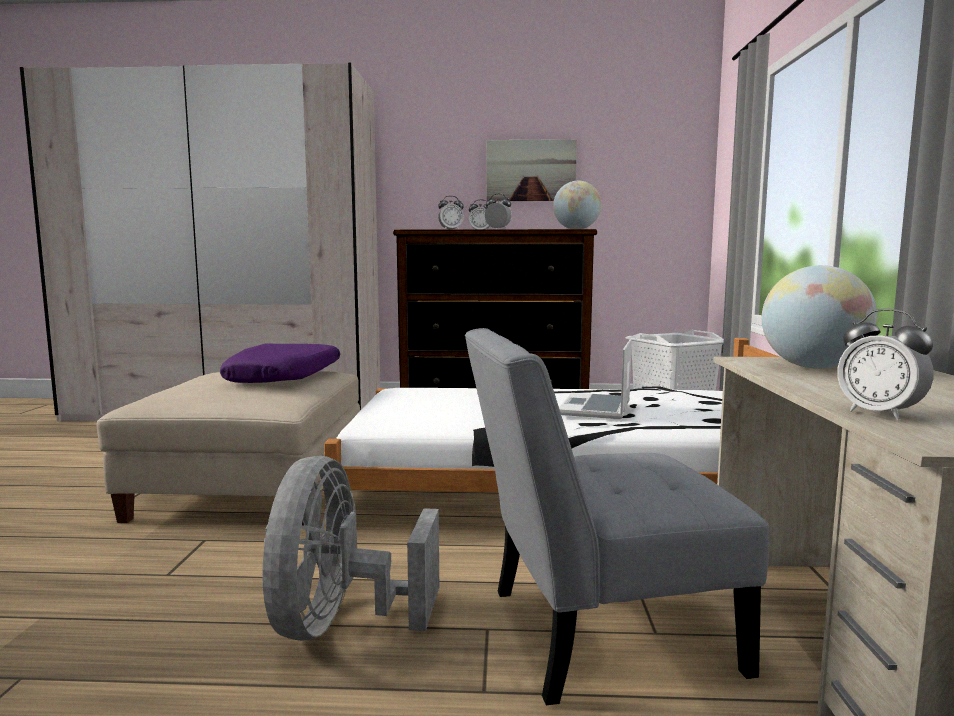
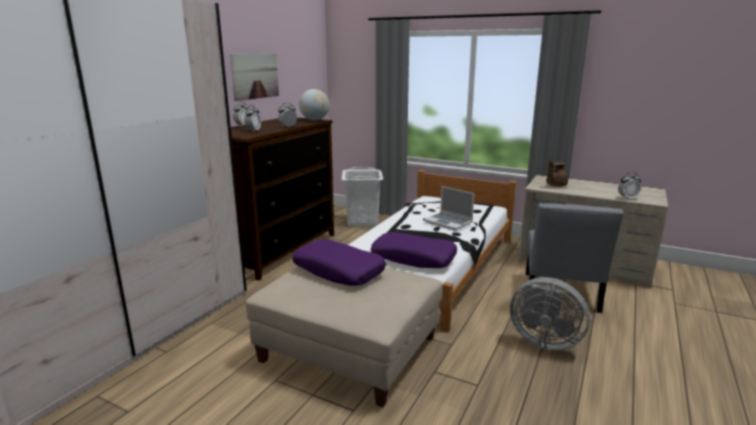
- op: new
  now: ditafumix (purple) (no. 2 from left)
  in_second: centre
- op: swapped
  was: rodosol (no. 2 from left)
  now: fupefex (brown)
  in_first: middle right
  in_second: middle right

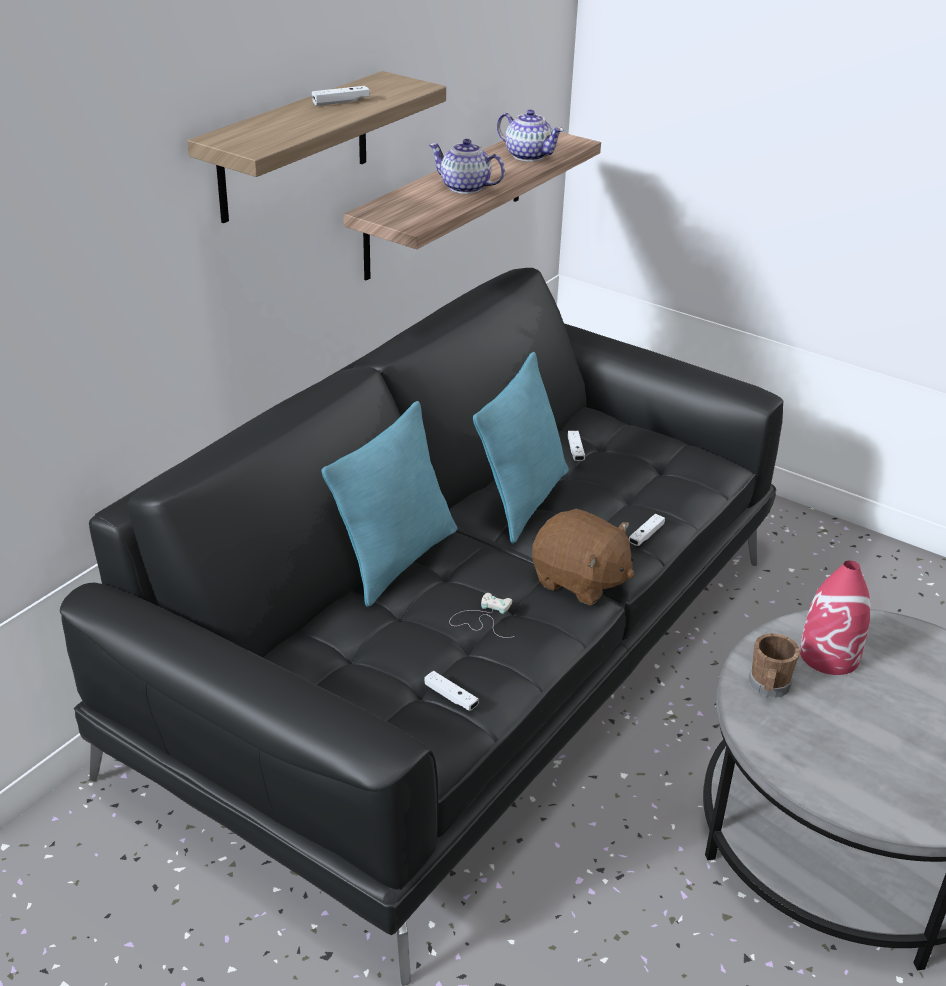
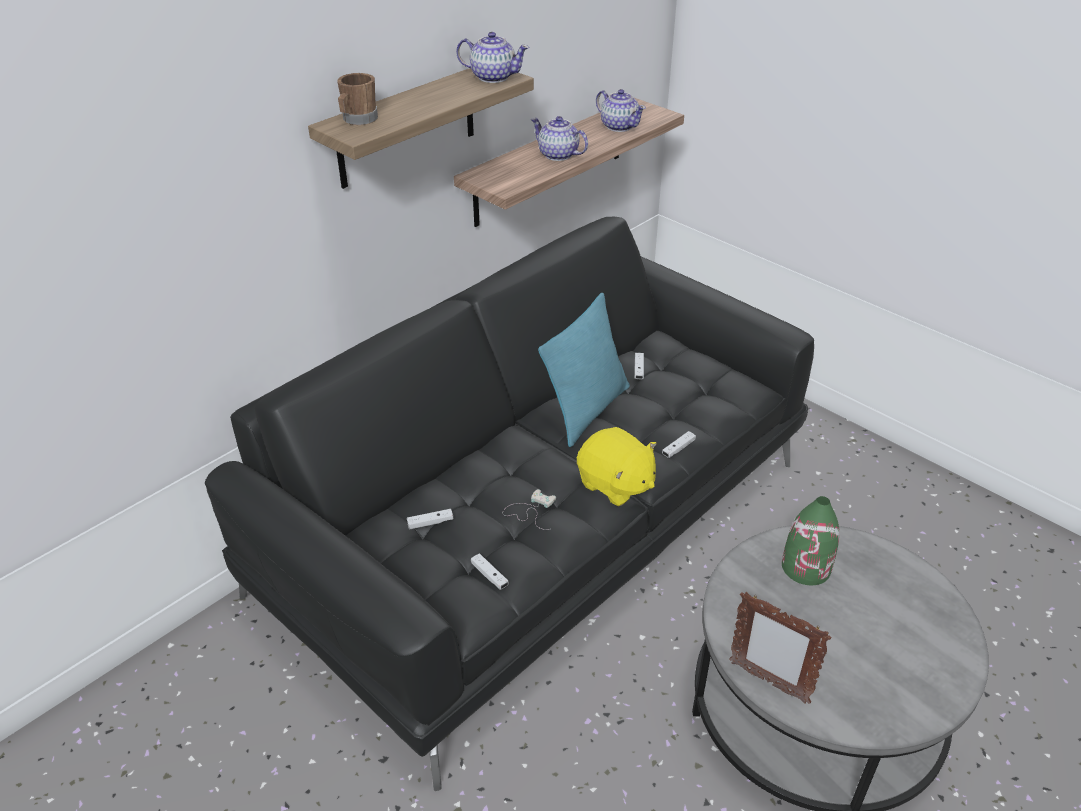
- op: gone
  was: ditafumix (turquoise) (no. 1 from left)
  in_first: centre
- op: new
  now: fupefex (no. 1 from left)
  in_second: top centre
- op: new
  now: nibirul
  in_second: bottom right
- op: shifted
  was: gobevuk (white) (no. 1 from left)
  in_first: top centre
  in_second: centre
- op: shifted
  was: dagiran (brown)
  in_first: bottom right
  in_second: top left
- op: repainted
  was: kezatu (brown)
  now: kezatu (yellow)
  in_first: centre
  in_second: centre
- op: repainted
  was: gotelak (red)
  now: gotelak (green)
  in_first: middle right
  in_second: middle right

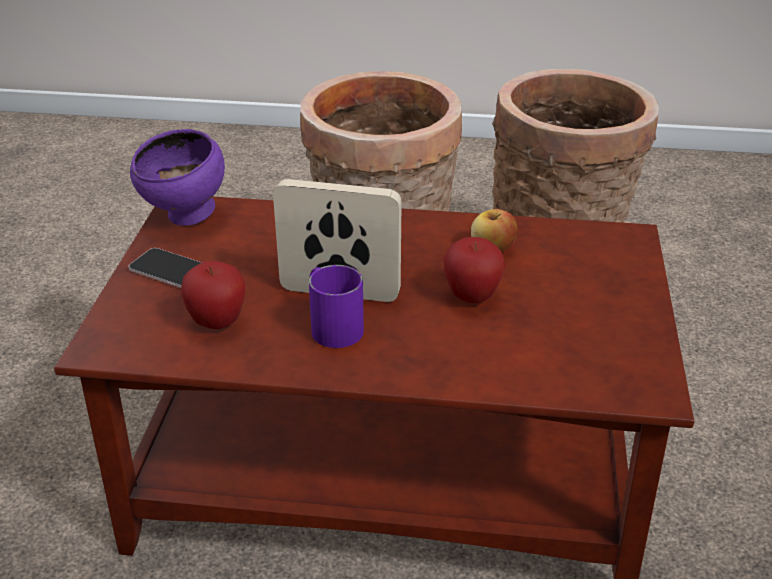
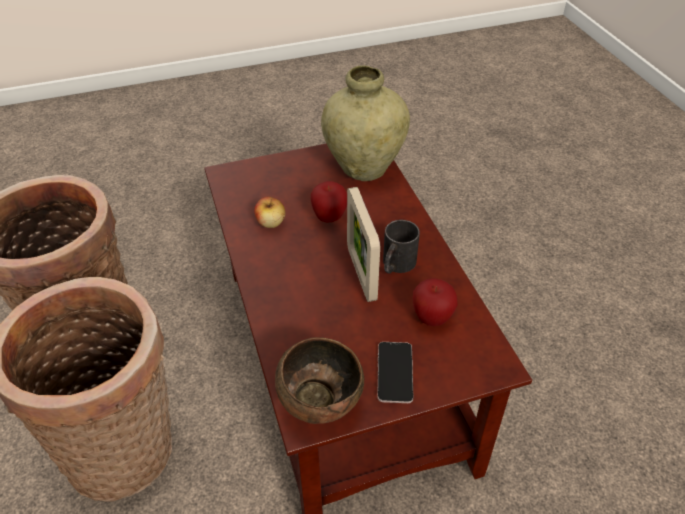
- op: new
  now: gotelak (beige)
  in_second: top centre
- op: repainted
  was: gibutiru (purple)
  now: gibutiru (brown)
  in_first: top left
  in_second: bottom centre
- op: repainted
  was: dagiran (purple)
  now: dagiran (black)
  in_first: centre
  in_second: centre

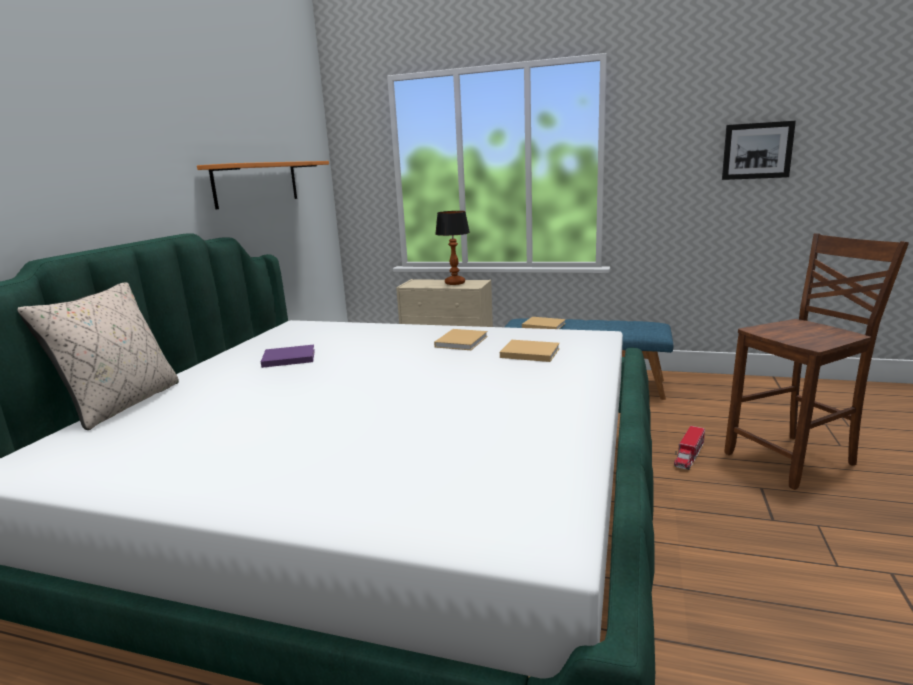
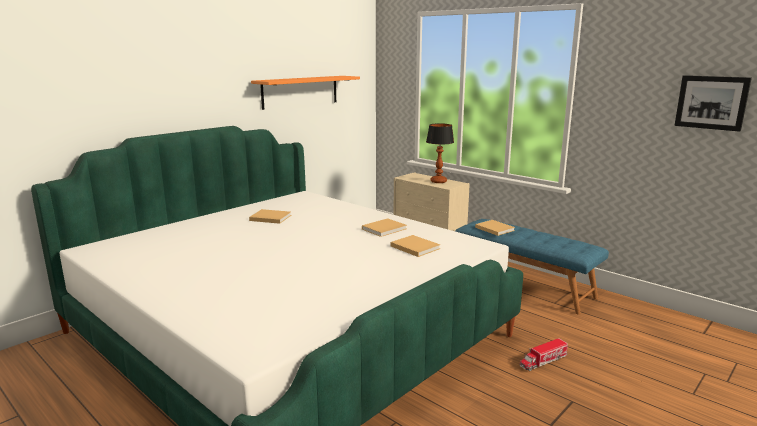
- op: gone
  was: ditafumix (beige)
  in_first: middle left
- op: gone
  was: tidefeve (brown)
  in_first: middle right
- op: repainted
  was: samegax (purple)
  now: samegax (beige) (no. 1 from left)
  in_first: middle left
  in_second: centre

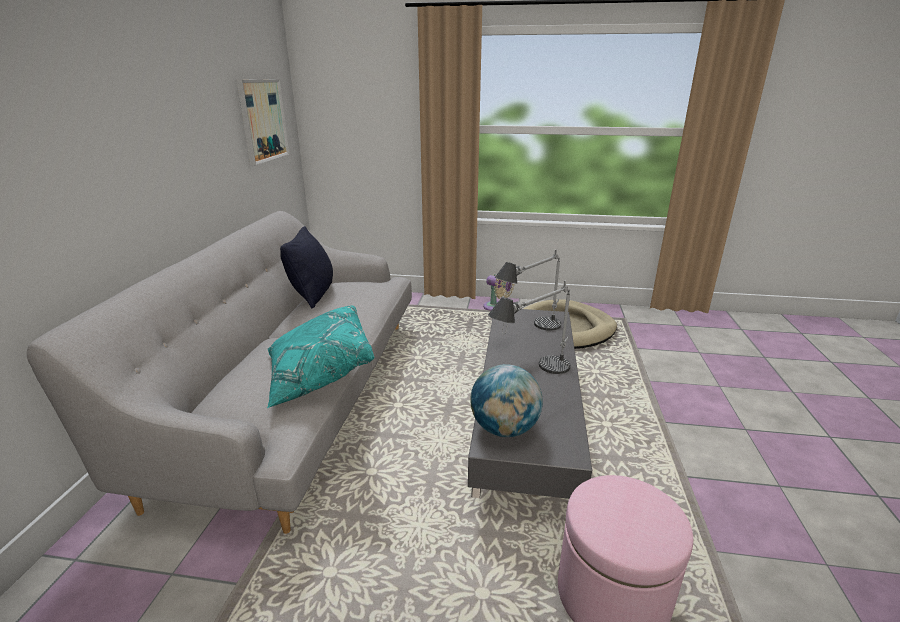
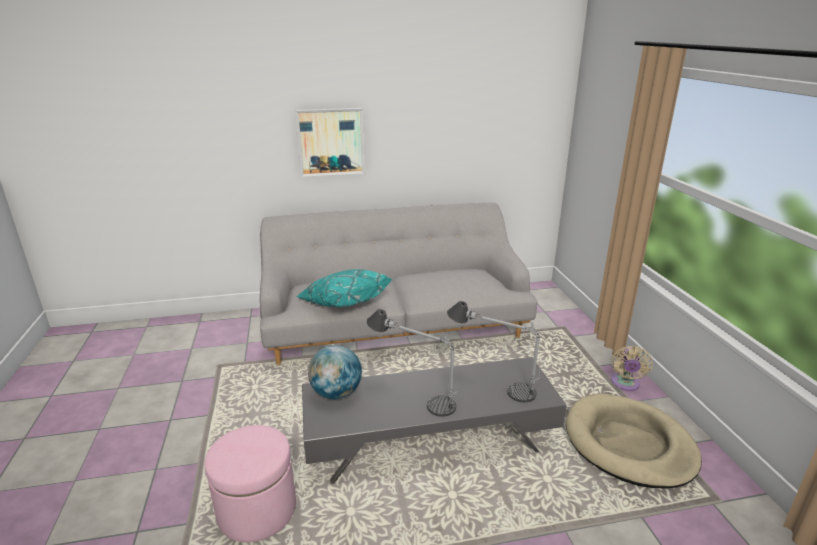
- op: gone
  was: ditafumix (black)
  in_first: centre
- op: shifted
  was: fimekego
  in_first: top left
  in_second: top centre

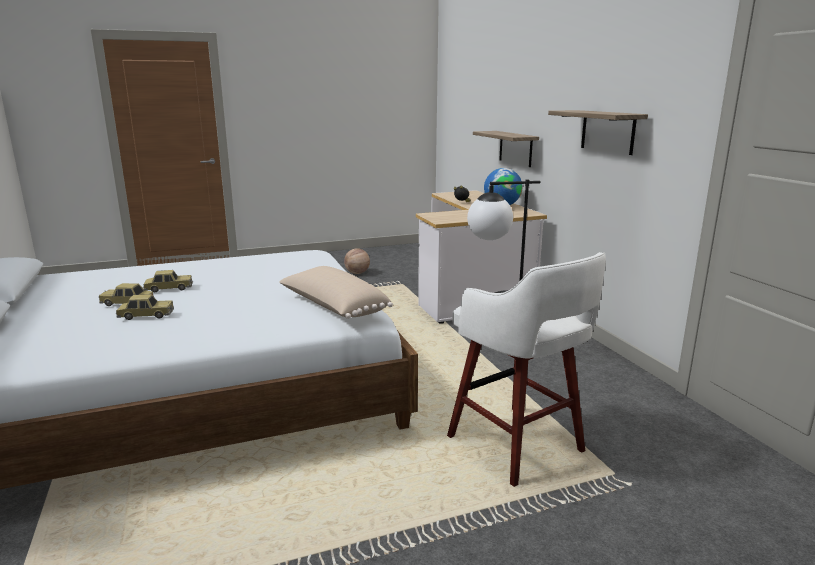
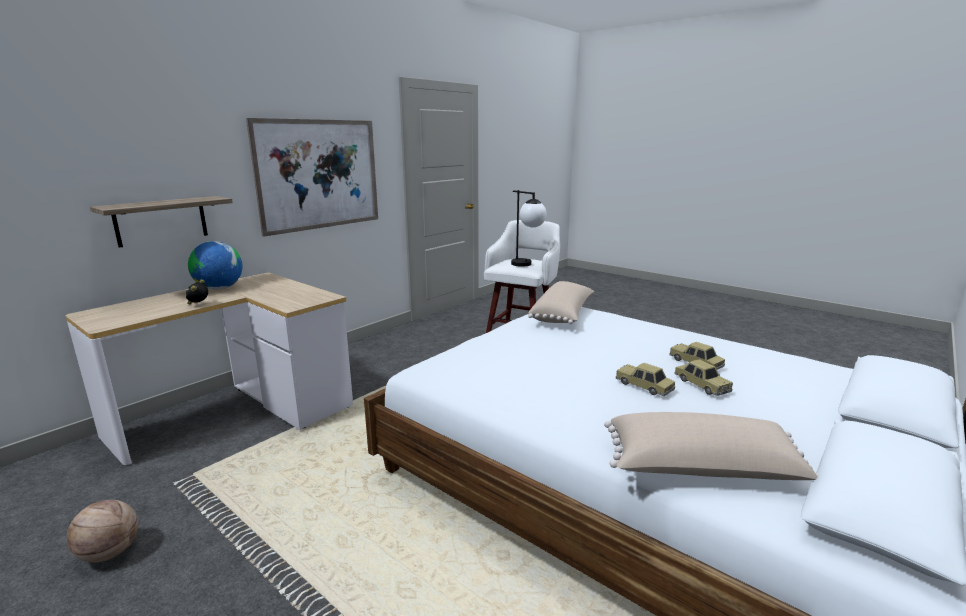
- op: new
  now: ditafumix (beige) (no. 2 from left)
  in_second: bottom right
- op: swapped
  was: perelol (no. 2 from left)
  now: fimekego
  in_first: top right
  in_second: top left

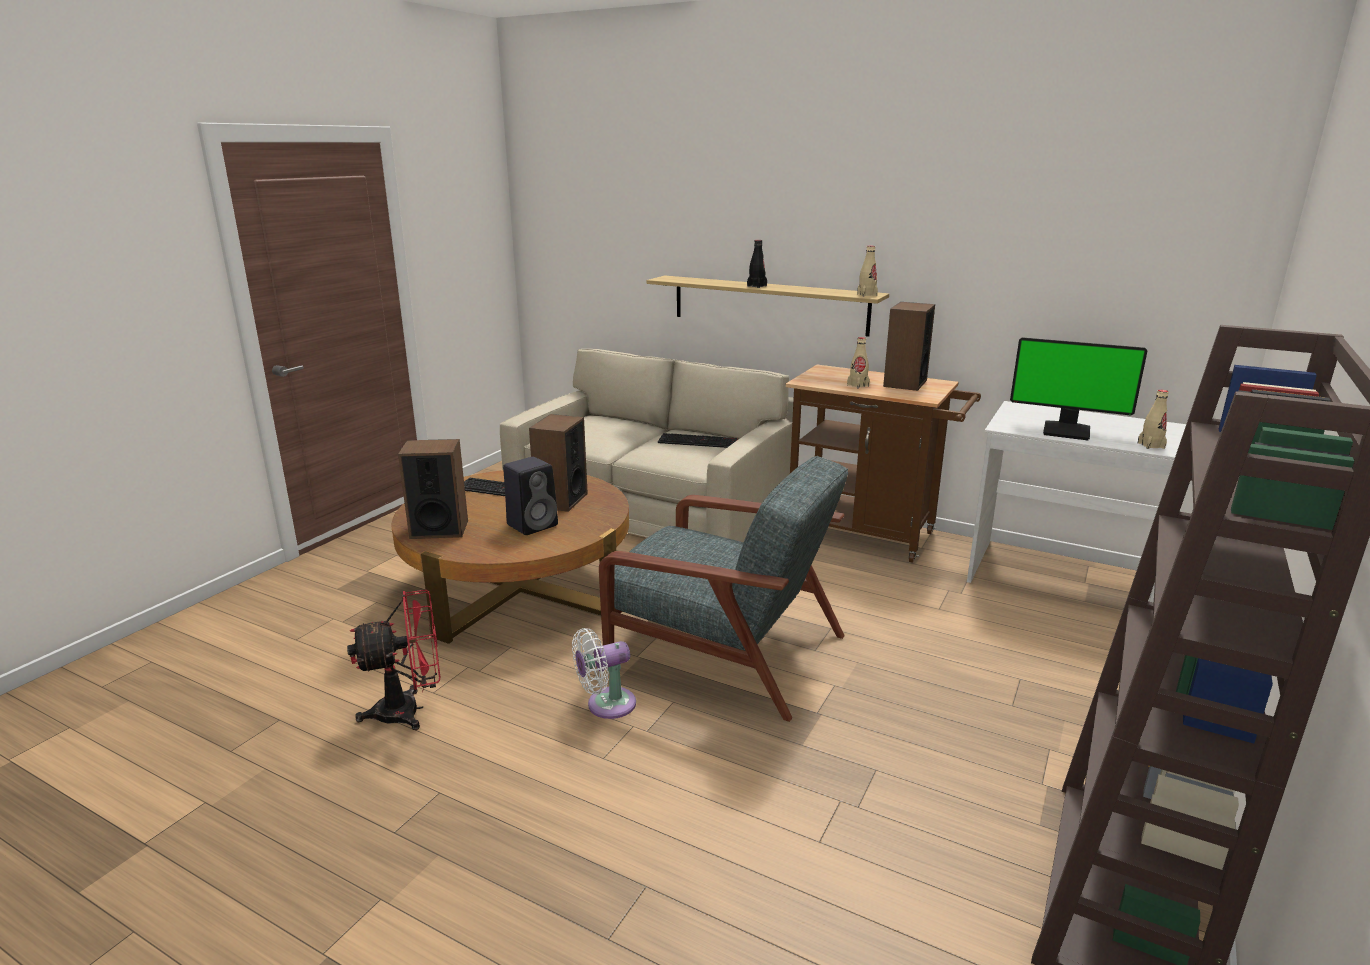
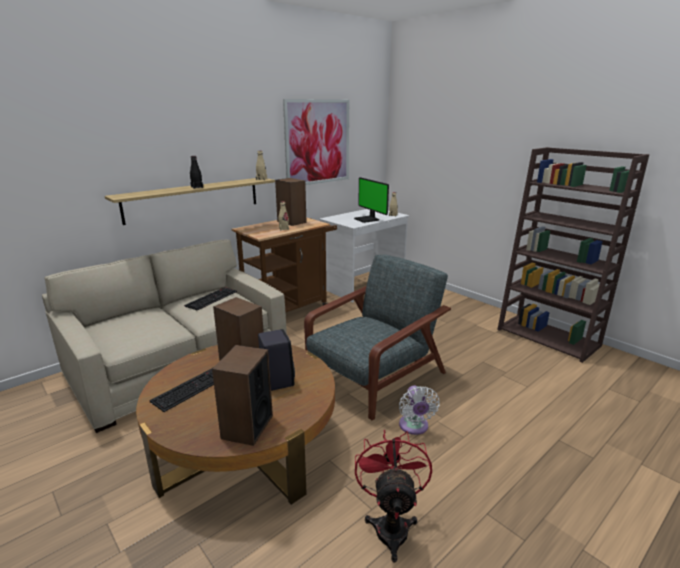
- op: new
  now: fimekego
  in_second: top centre
- op: rotated
  was: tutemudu
  in_first: middle right
  in_second: centre
  clockwise: 105

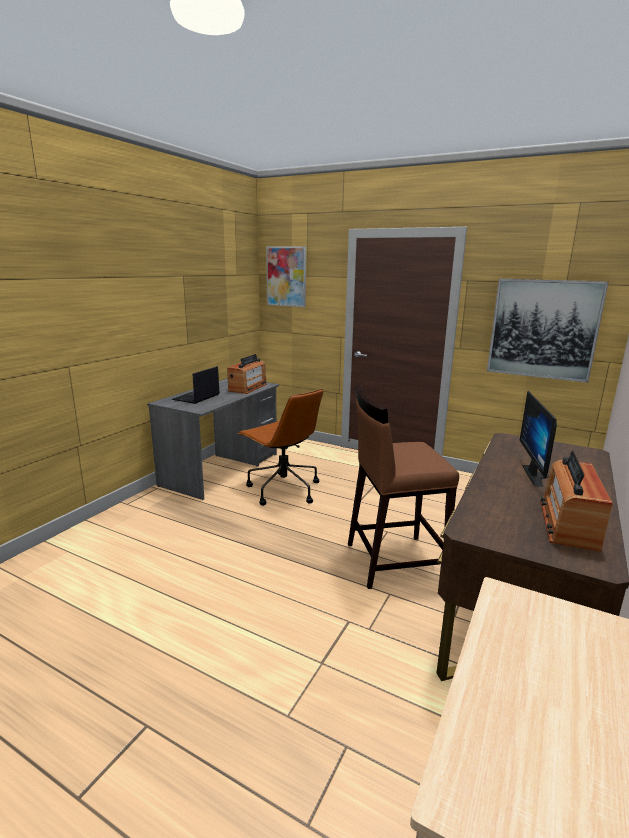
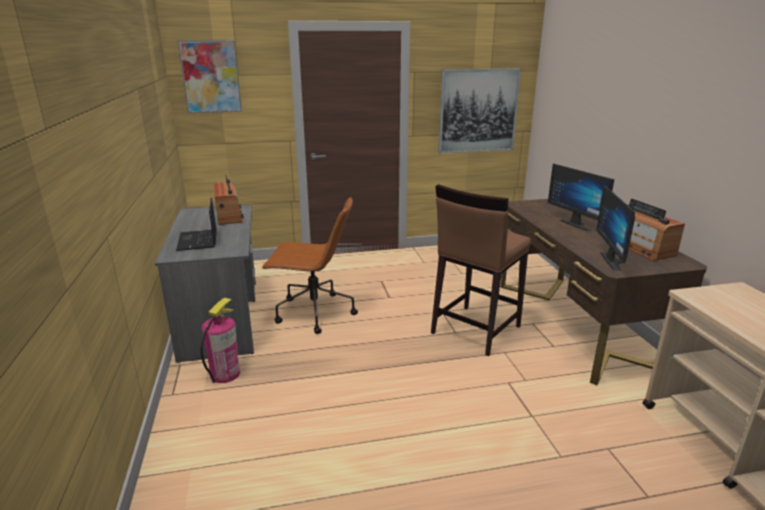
- op: new
  now: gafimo
  in_second: bottom left
- op: new
  now: tutemudu (no. 2 from left)
  in_second: middle right

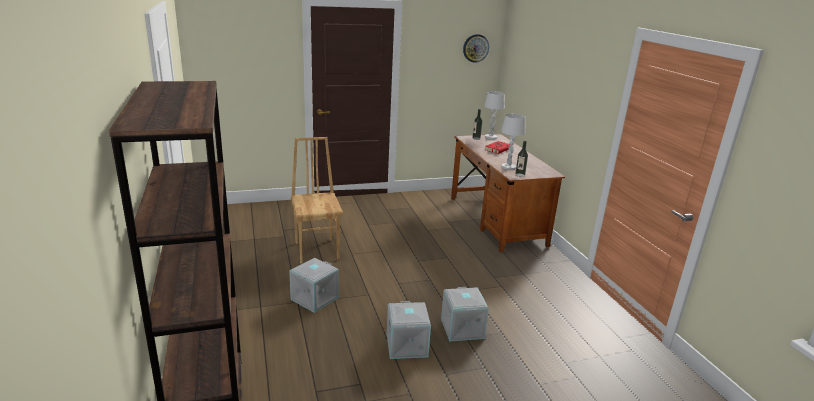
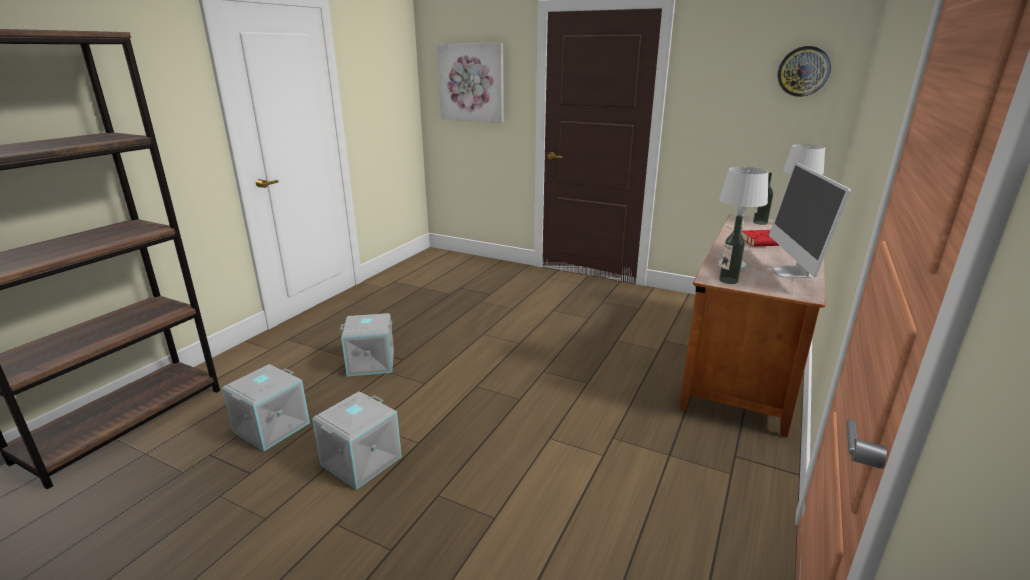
- op: gone
  was: tidefeve (brown)
  in_first: centre
- op: new
  now: fimekego
  in_second: top centre
- op: new
  now: tutemudu
  in_second: middle right
- op: shifted
  was: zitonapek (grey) (no. 3 from left in the first image)
  now: zitonapek (grey) (no. 1 from left)
  in_first: bottom centre
  in_second: bottom left

